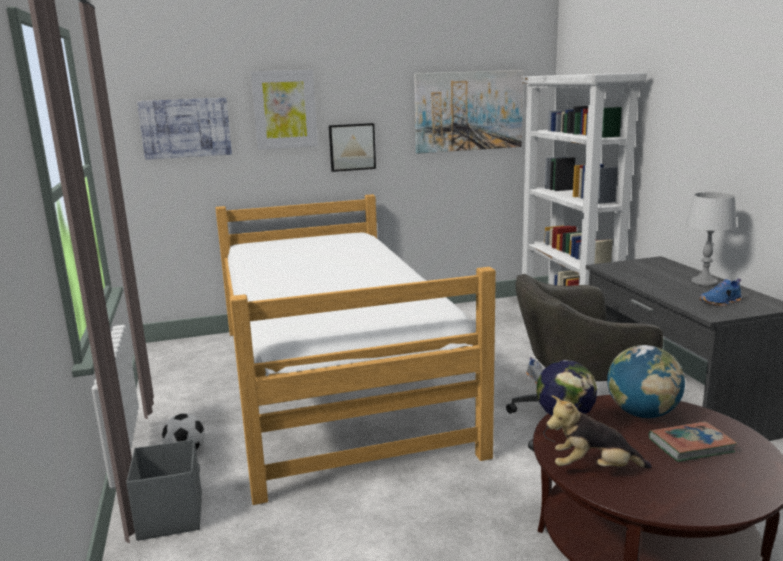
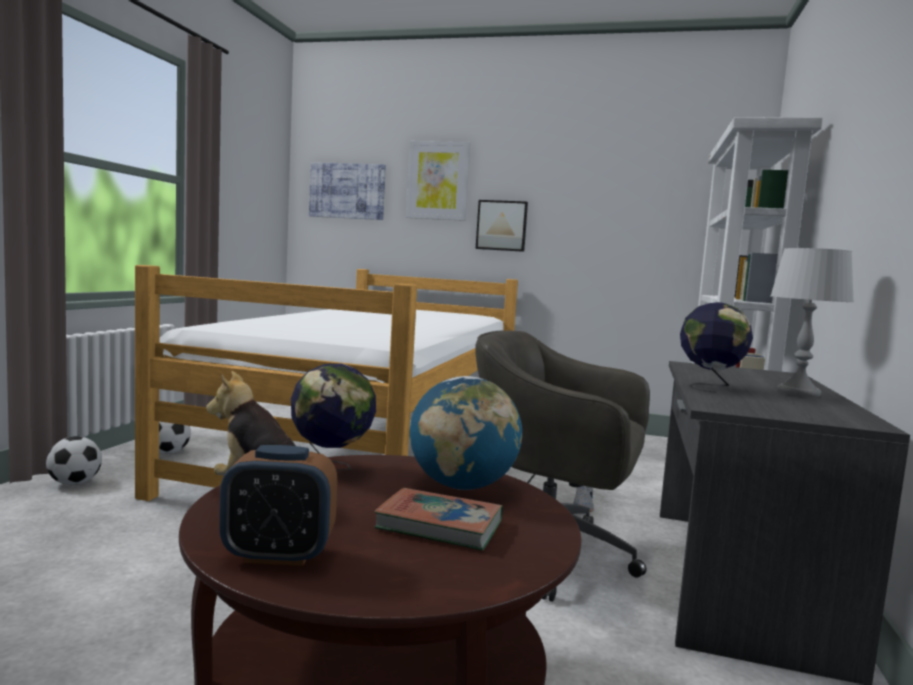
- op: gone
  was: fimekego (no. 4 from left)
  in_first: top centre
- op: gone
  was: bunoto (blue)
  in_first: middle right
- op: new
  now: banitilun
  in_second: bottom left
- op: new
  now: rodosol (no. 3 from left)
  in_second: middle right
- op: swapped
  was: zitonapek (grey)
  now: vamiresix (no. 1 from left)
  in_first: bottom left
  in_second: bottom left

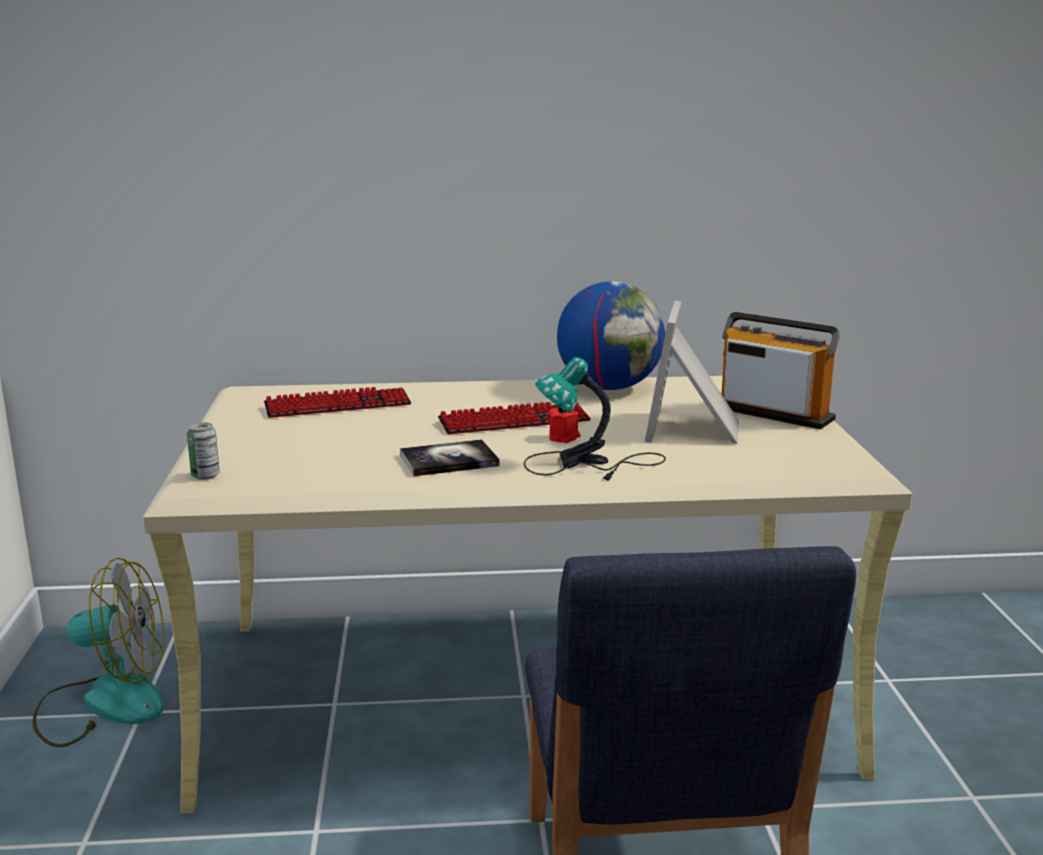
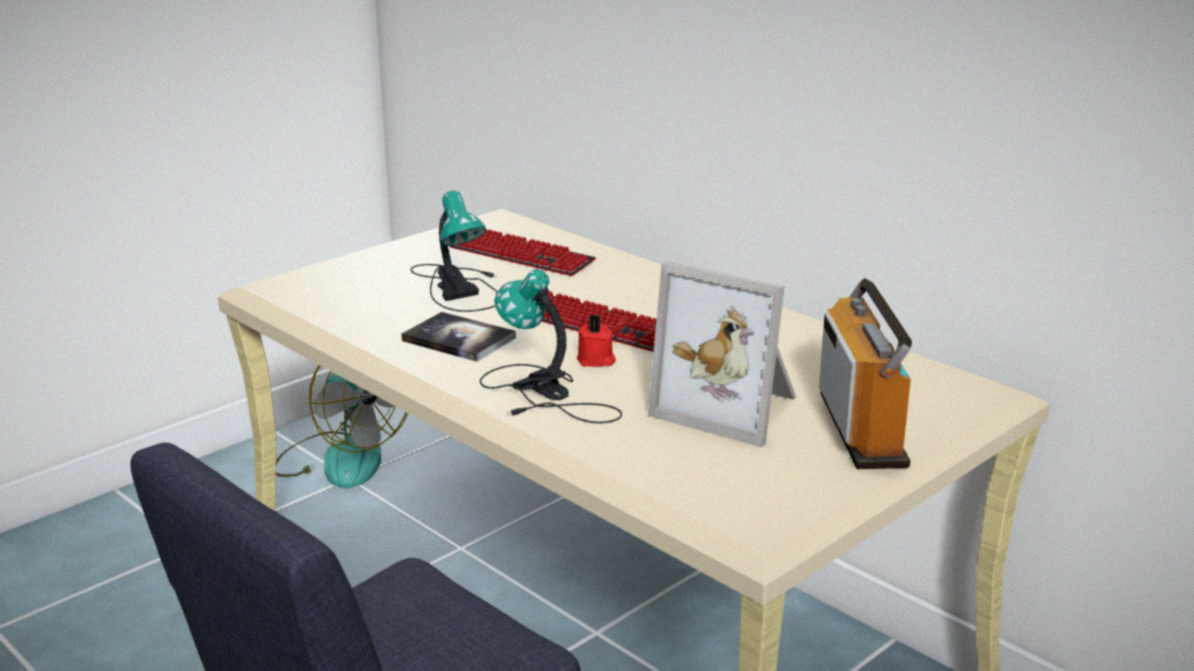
- op: gone
  was: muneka
  in_first: middle left
- op: gone
  was: rodosol
  in_first: centre
- op: new
  now: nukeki (no. 1 from left)
  in_second: centre
- op: rotated
  was: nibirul
  in_first: centre
  in_second: centre
  clockwise: -120

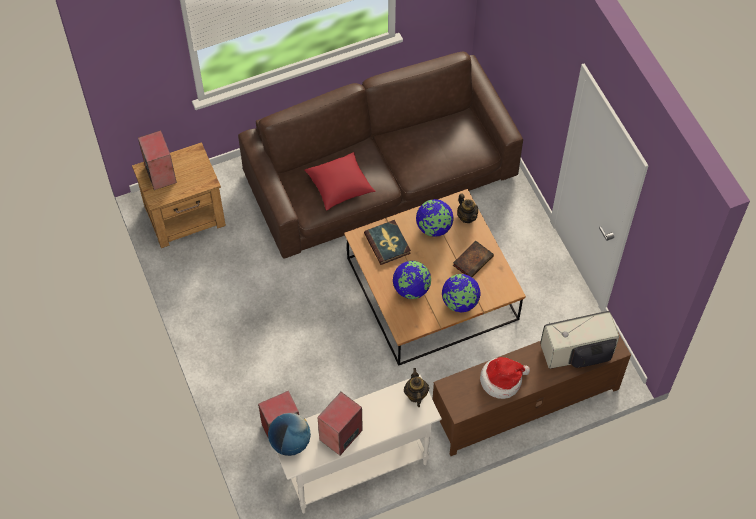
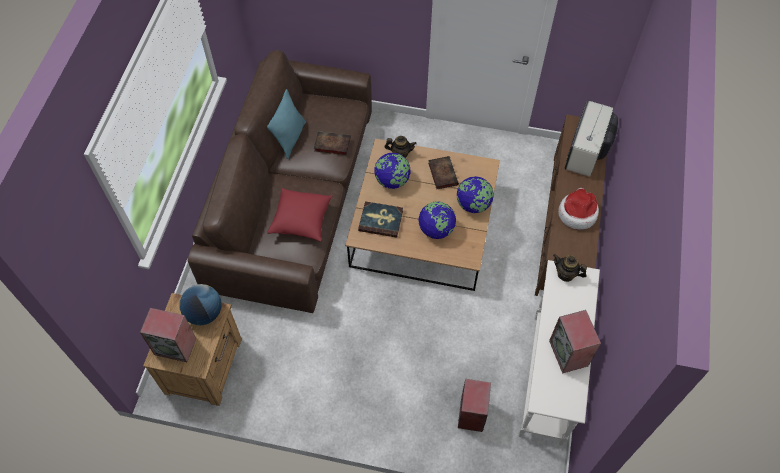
- op: new
  now: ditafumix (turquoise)
  in_second: top centre
- op: new
  now: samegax (no. 1 from left)
  in_second: top centre
- op: shifted
  was: rodosol (no. 1 from left)
  in_first: bottom centre
  in_second: middle left

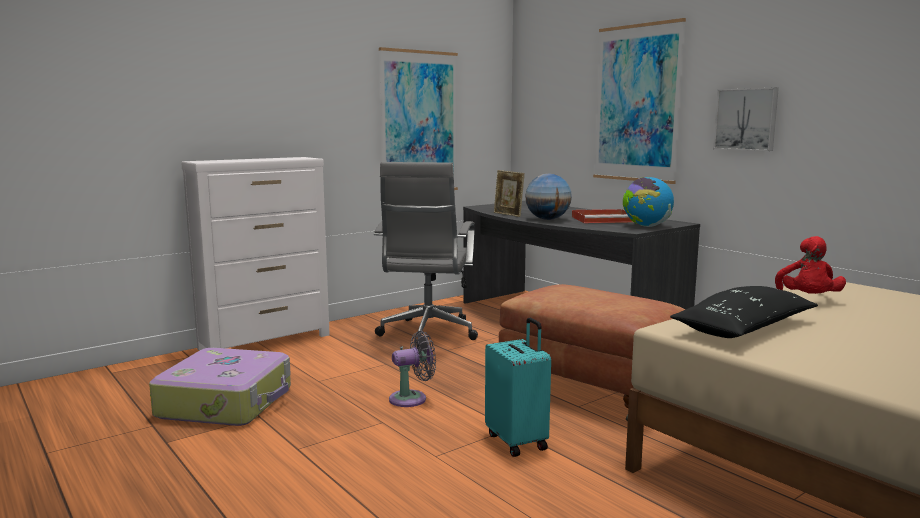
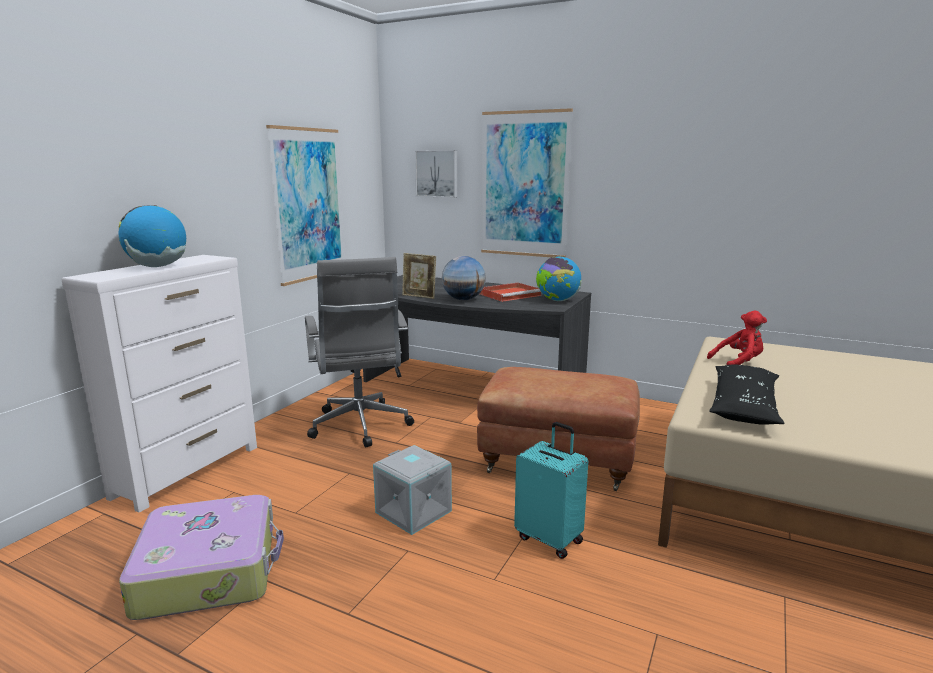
- op: new
  now: rodosol (no. 1 from left)
  in_second: middle left
- op: shifted
  was: fimekego (no. 3 from left in the first image)
  now: fimekego (no. 2 from left)
  in_first: top right
  in_second: top centre
- op: swapped
  was: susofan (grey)
  now: zitonapek (grey)
  in_first: bottom centre
  in_second: bottom centre
- op: rotated
  was: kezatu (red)
  in_first: middle right
  in_second: middle right
  clockwise: -90

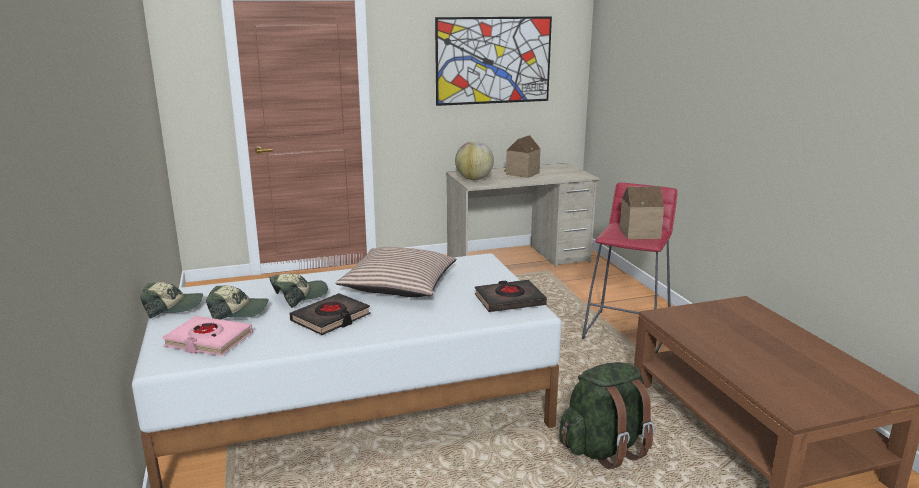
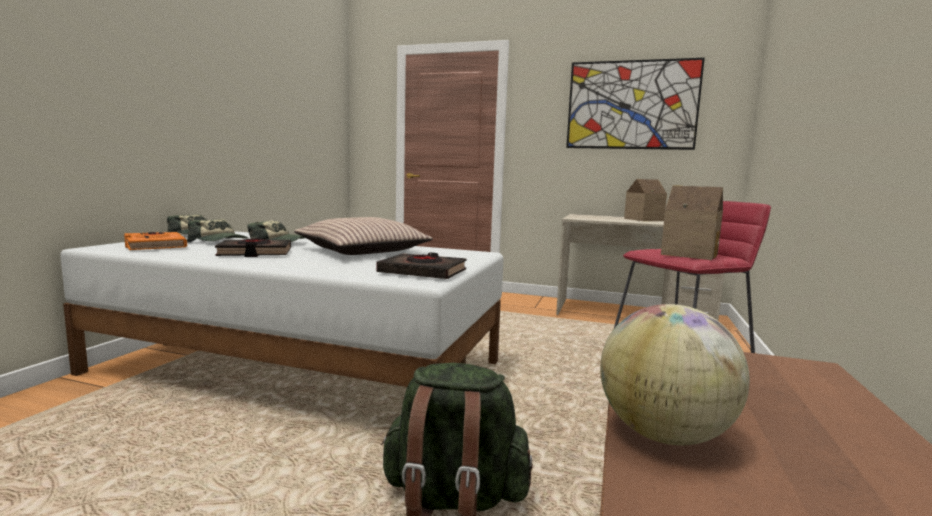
- op: shifted
  was: rodosol
  in_first: top centre
  in_second: bottom right
- op: repainted
  was: samegax (pink)
  now: samegax (orange)
  in_first: bottom left
  in_second: middle left

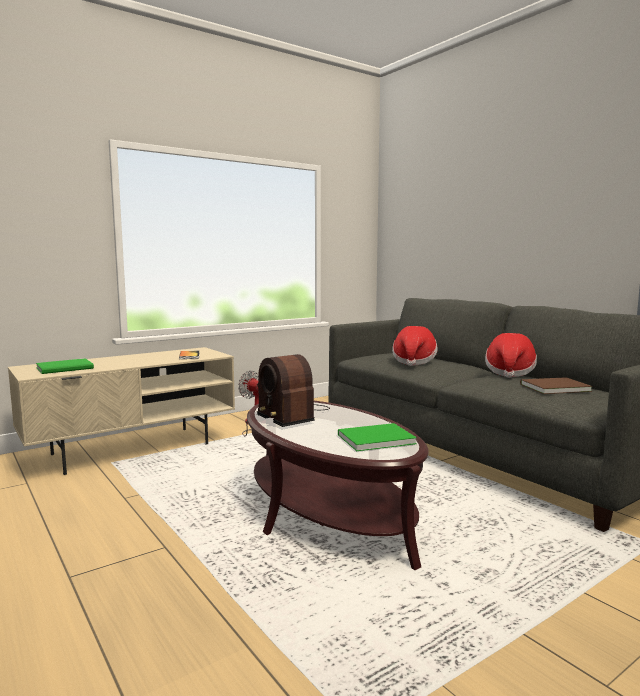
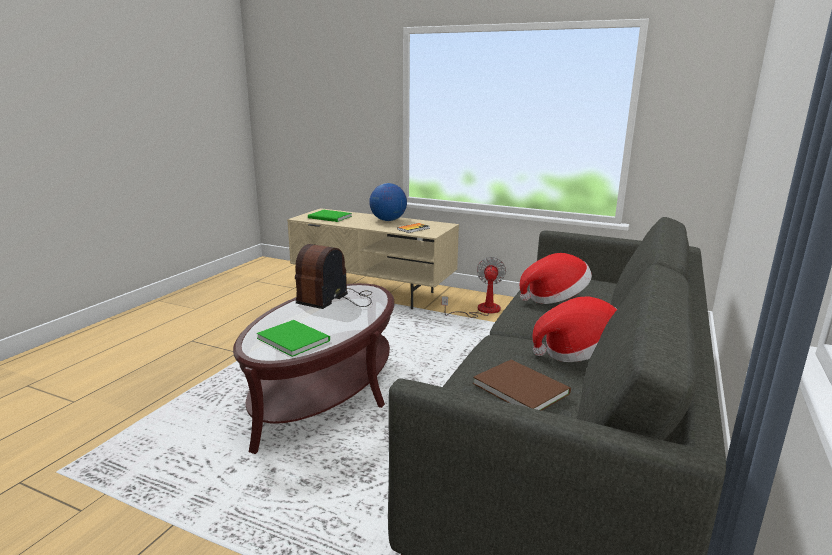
- op: new
  now: rodosol
  in_second: centre

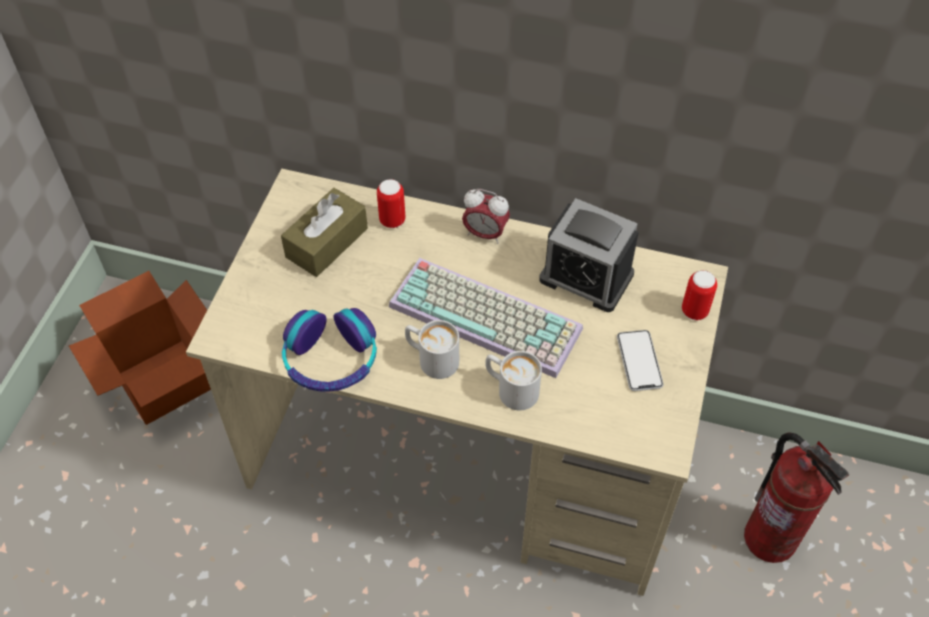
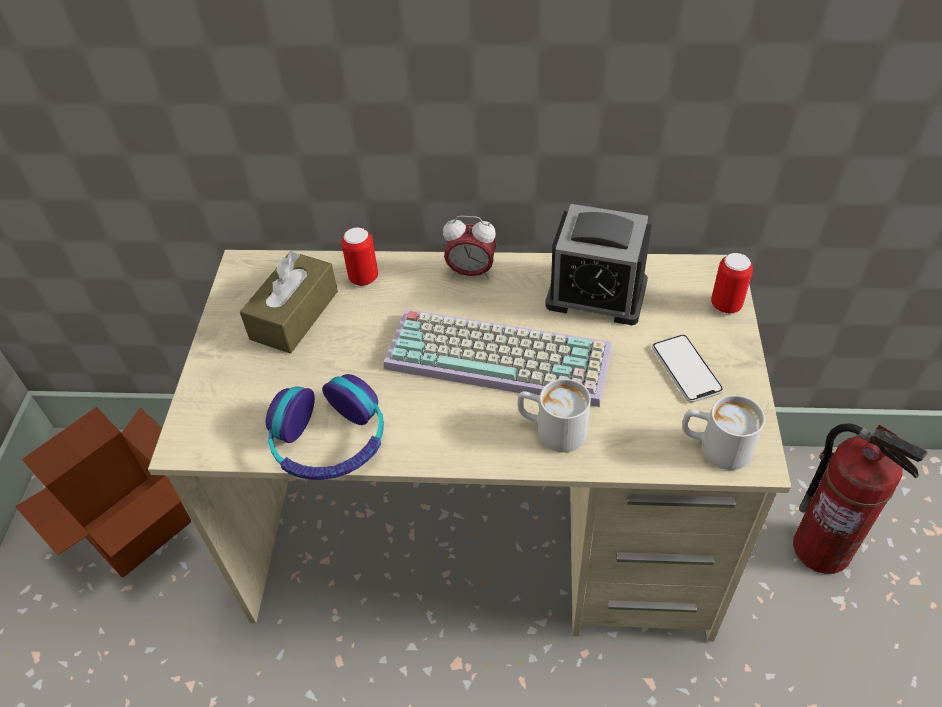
- op: shifted
  was: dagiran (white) (no. 1 from left in the first image)
  now: dagiran (white) (no. 2 from left)
  in_first: centre
  in_second: middle right

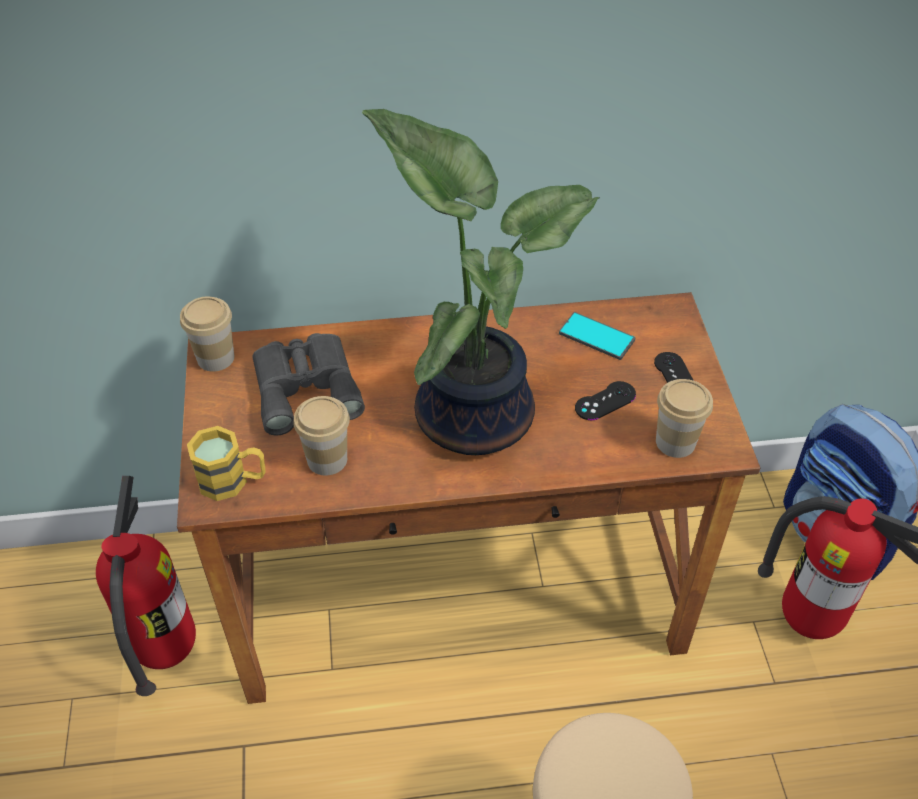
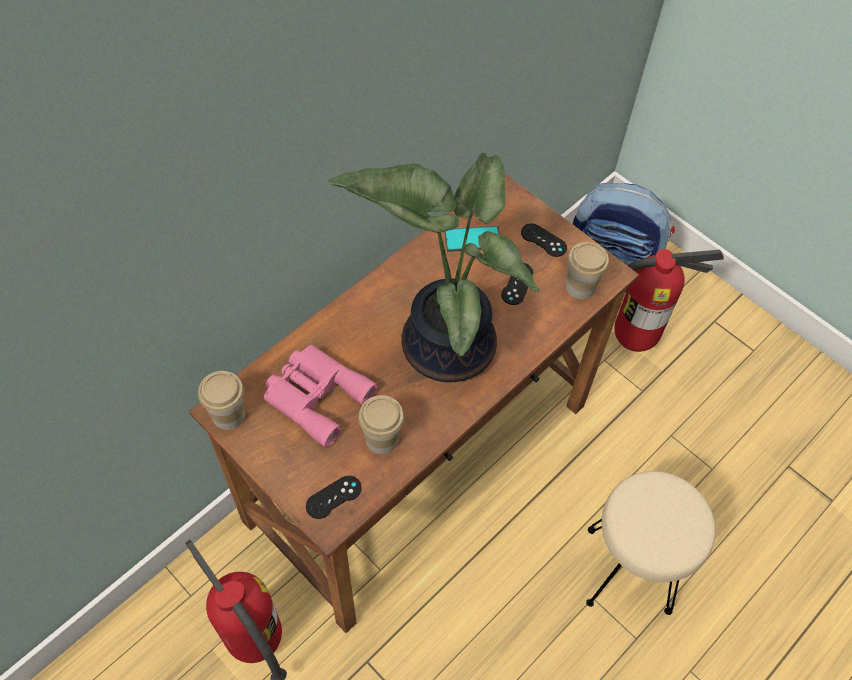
- op: swapped
  was: dagiran (yellow)
  now: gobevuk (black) (no. 1 from left)
  in_first: middle left
  in_second: bottom centre
- op: repainted
  was: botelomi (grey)
  now: botelomi (pink)
  in_first: centre
  in_second: centre

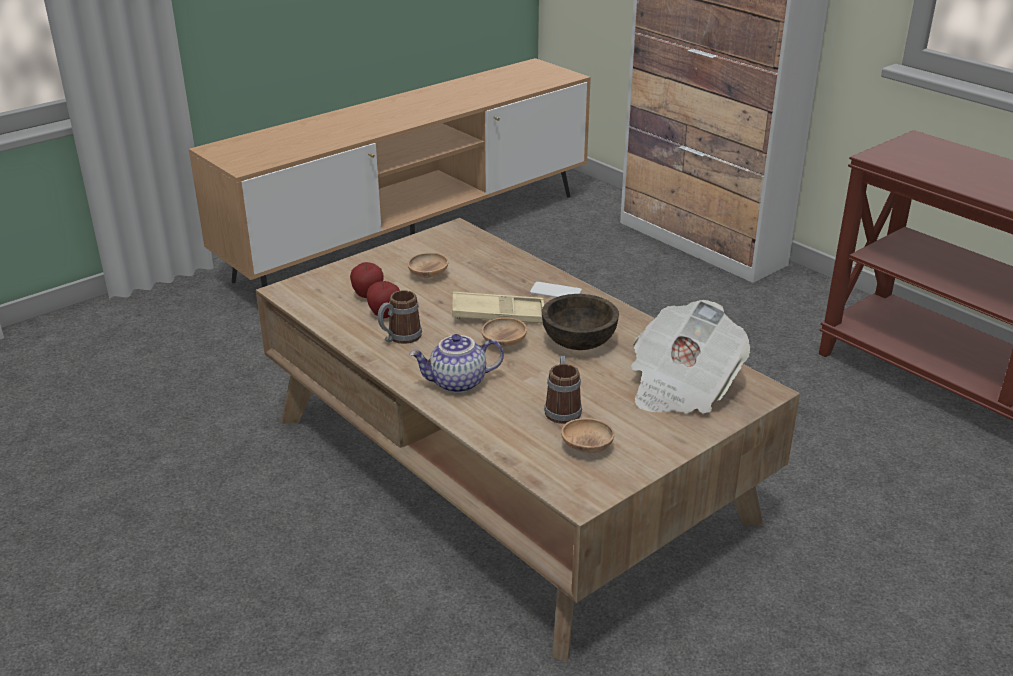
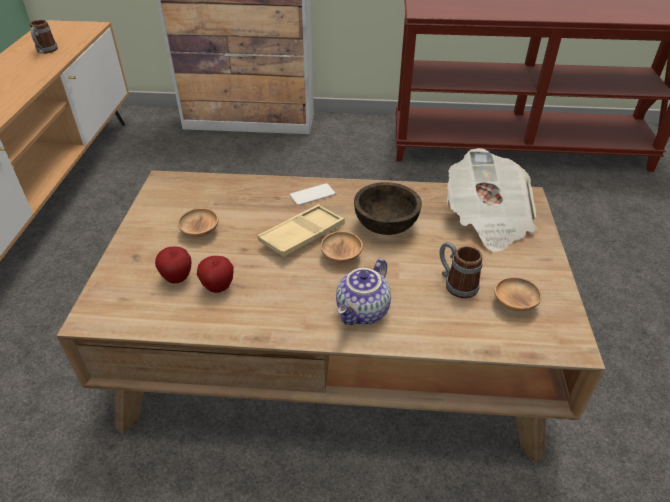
- op: shifted
  was: dagiran (no. 1 from left)
  in_first: centre
  in_second: top left

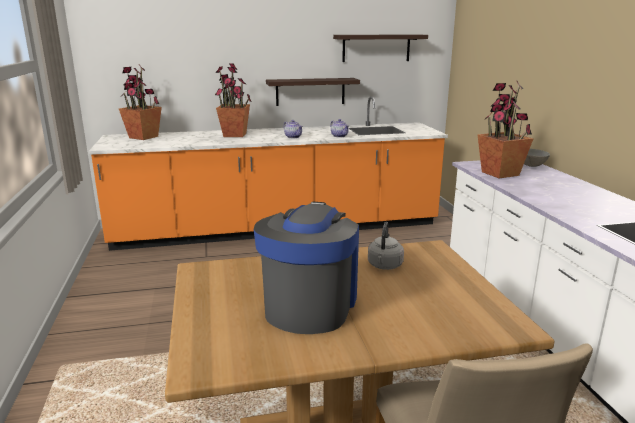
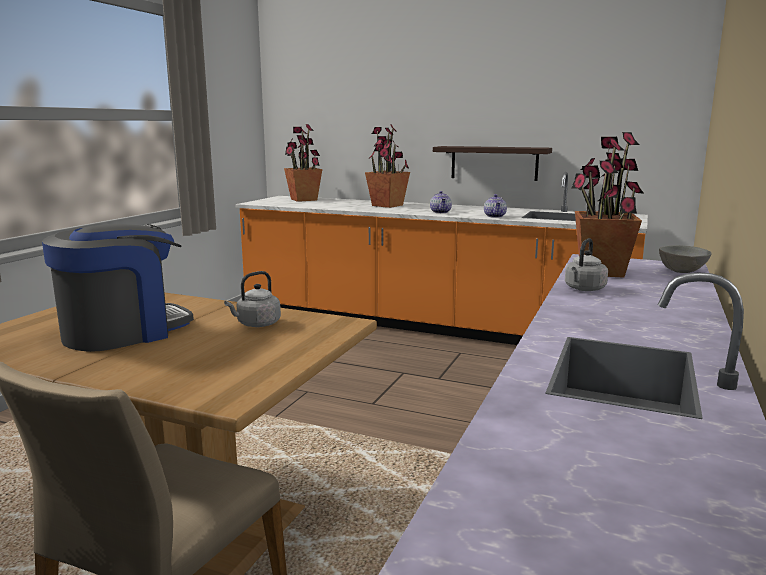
- op: gone
  was: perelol (no. 2 from left)
  in_first: top centre
- op: new
  now: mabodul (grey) (no. 2 from left)
  in_second: middle right

